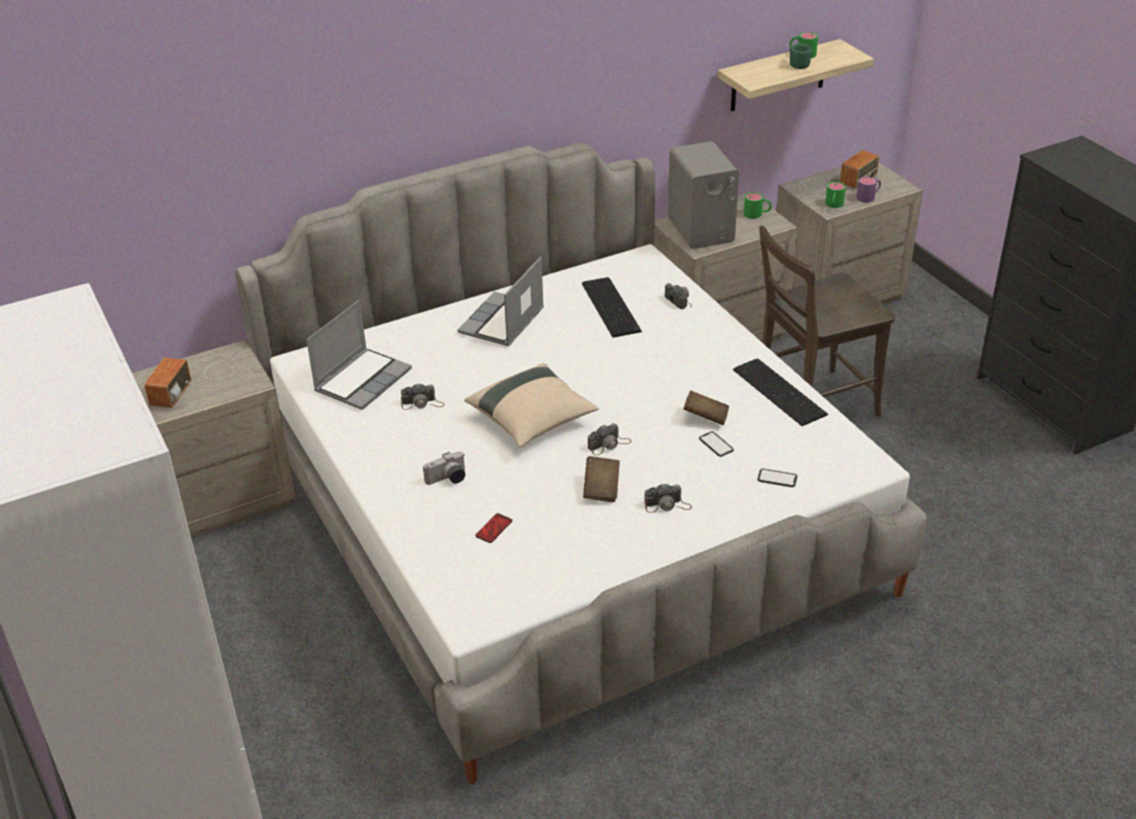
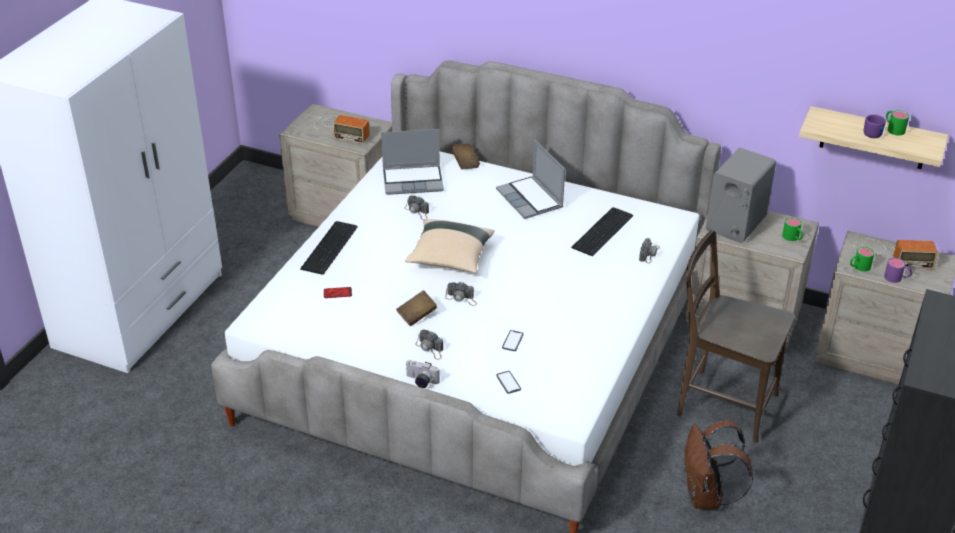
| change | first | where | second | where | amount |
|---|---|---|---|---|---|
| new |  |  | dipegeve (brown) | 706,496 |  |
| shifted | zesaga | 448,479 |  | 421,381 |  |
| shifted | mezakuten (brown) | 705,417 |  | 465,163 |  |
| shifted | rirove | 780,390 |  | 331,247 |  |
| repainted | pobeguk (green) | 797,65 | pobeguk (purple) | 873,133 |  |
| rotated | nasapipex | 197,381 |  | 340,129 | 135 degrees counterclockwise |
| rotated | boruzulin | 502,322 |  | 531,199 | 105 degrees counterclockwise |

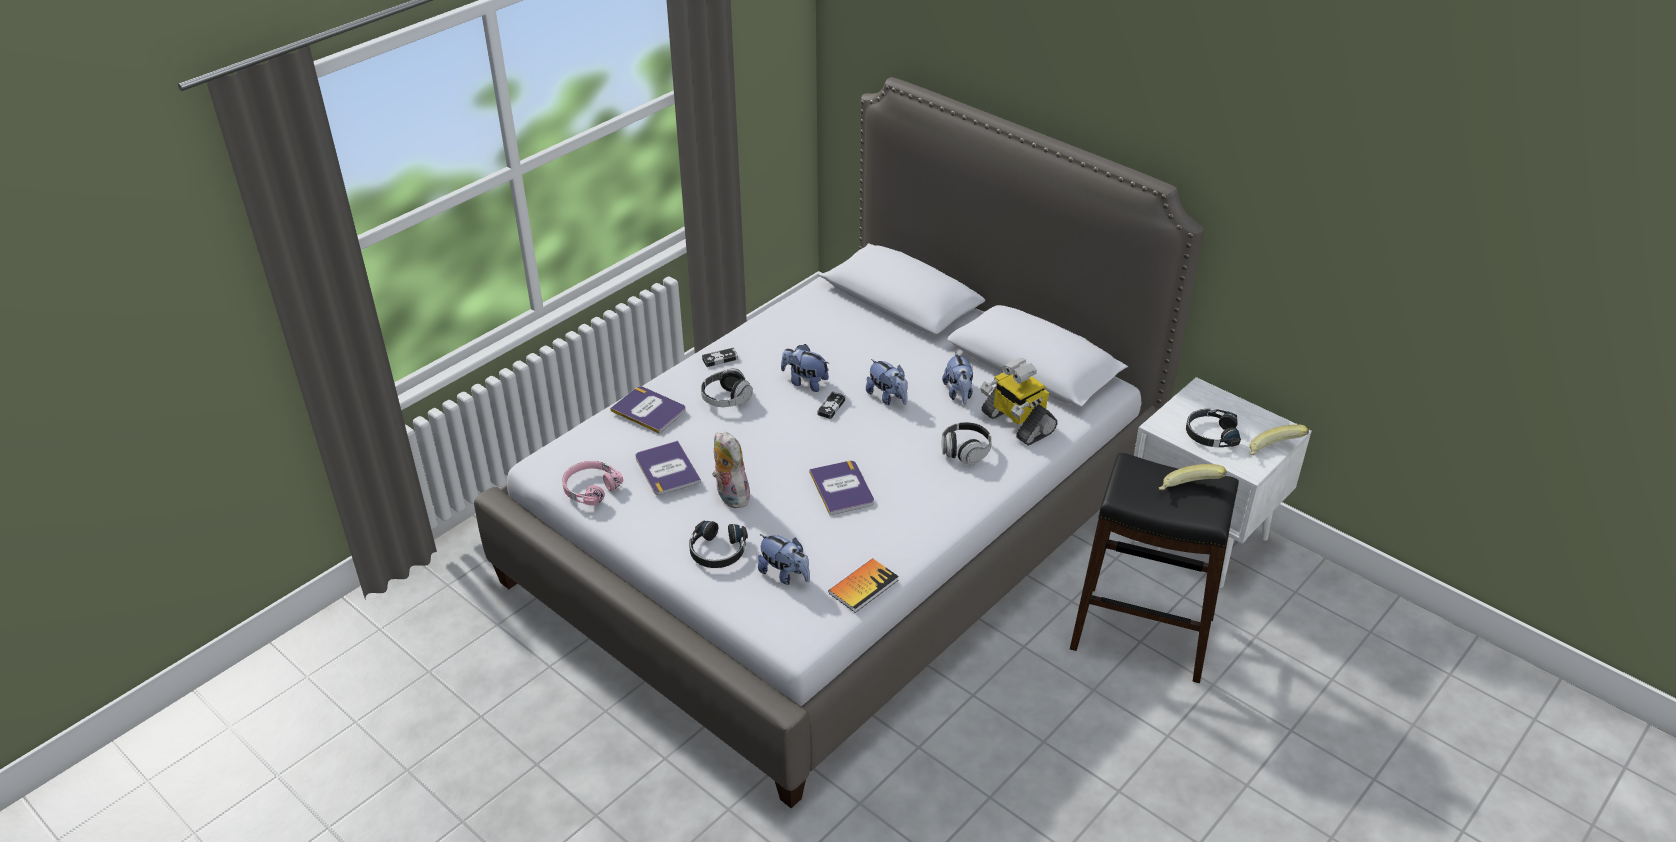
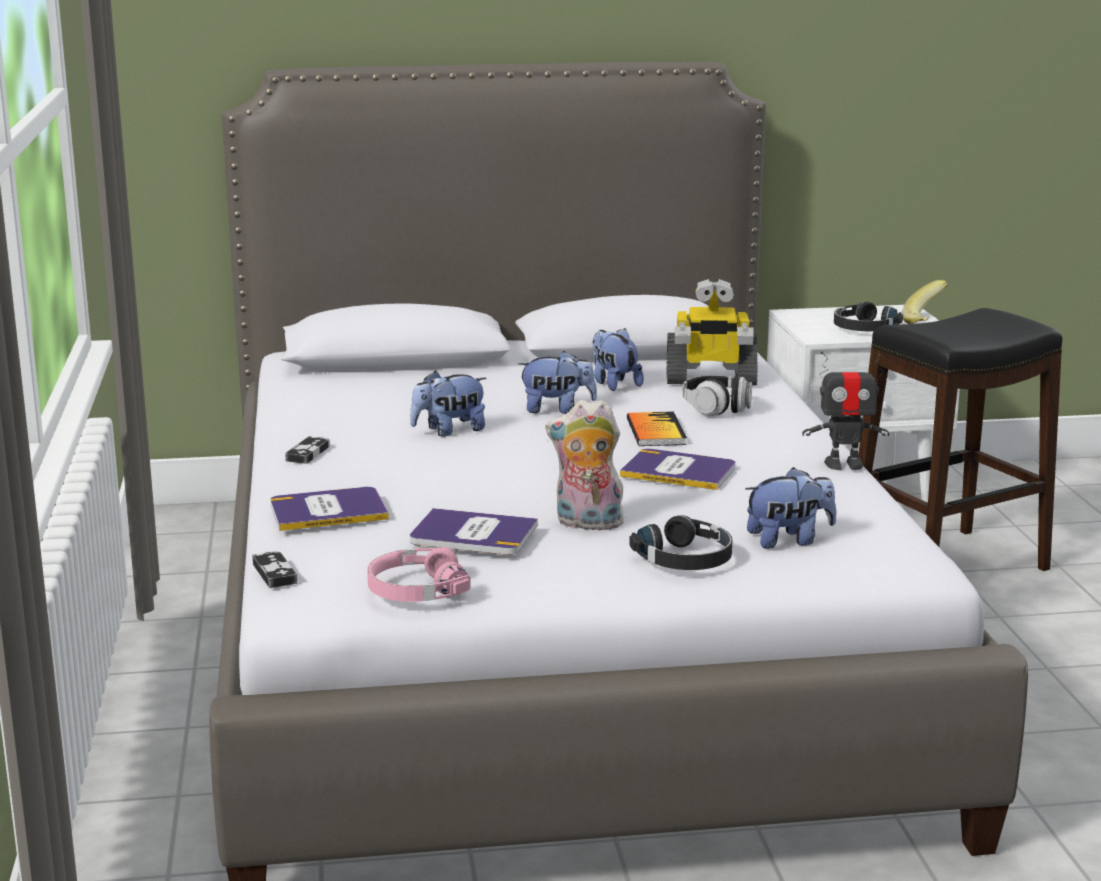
| change | first | where | second | where | amount |
|---|---|---|---|---|---|
| gone | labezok | 726,399 |  |  |  |
| gone | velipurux | 1188,492 |  |  |  |
| new |  |  | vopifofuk | 844,464 |  |
| shifted | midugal | 831,407 |  | 274,573 |  |
| shifted | mezakuten | 863,586 |  | 655,432 |  |
| rotated | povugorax | 959,393 |  | 614,384 | 150 degrees counterclockwise |

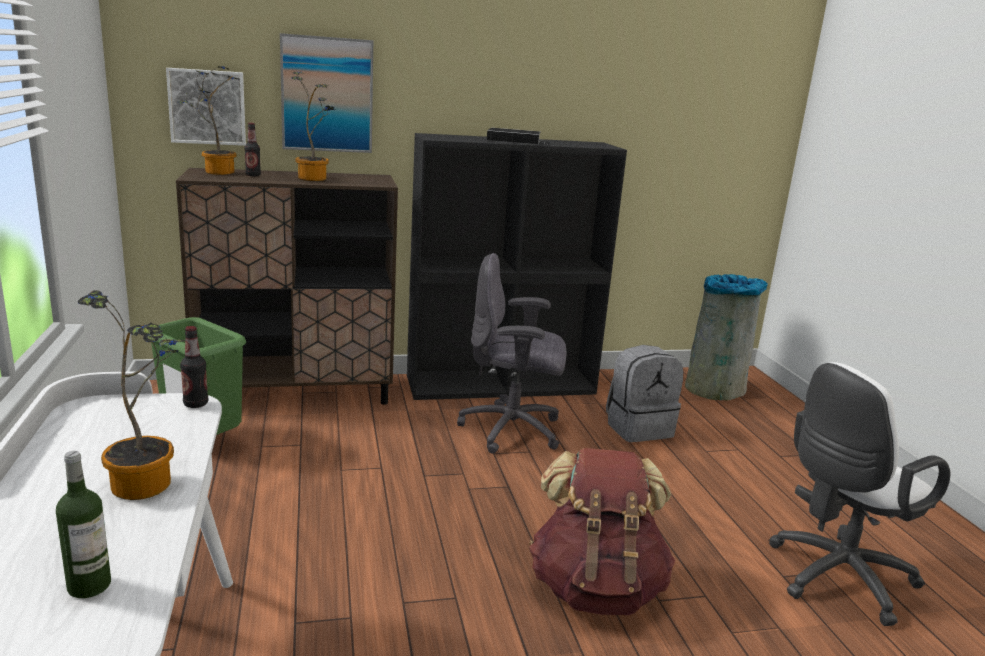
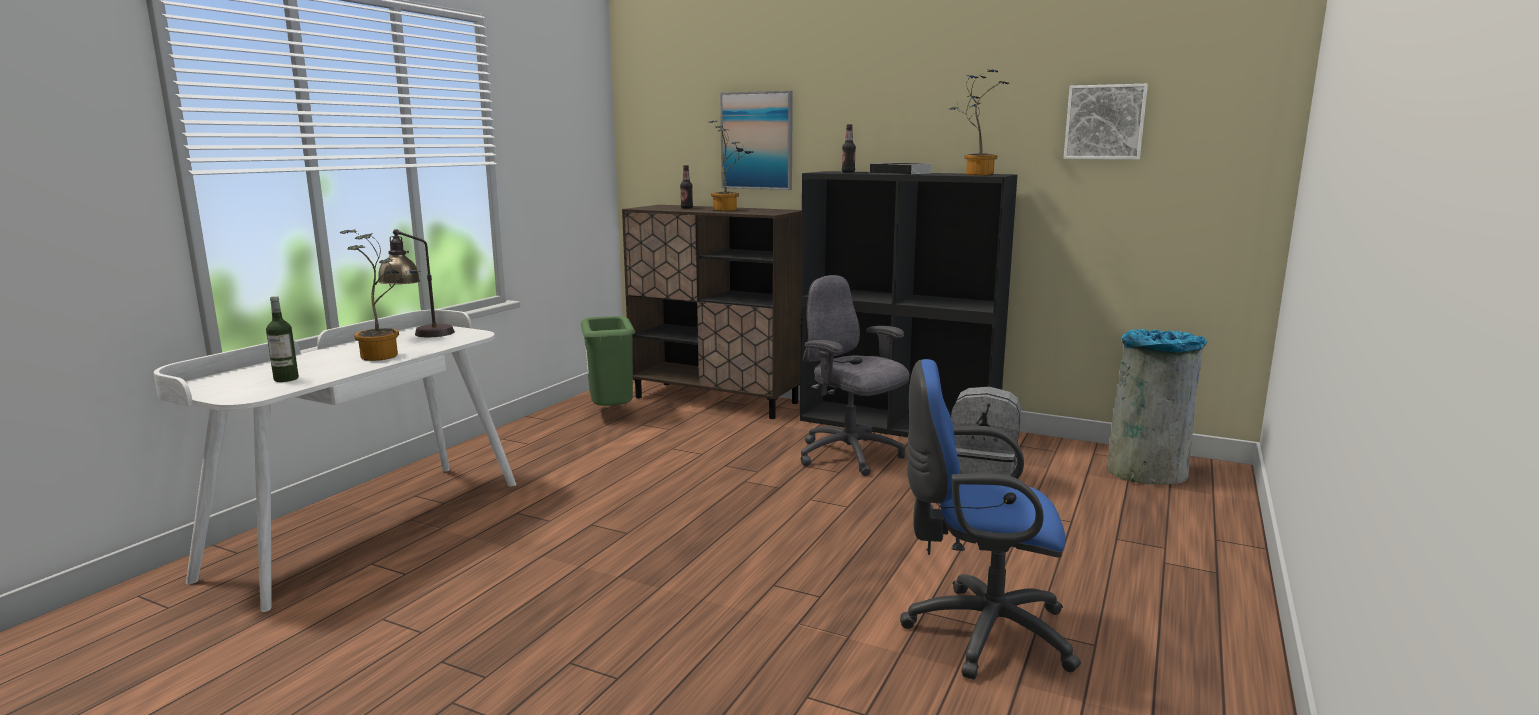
| change | first | where | second | where | amount |
|---|---|---|---|---|---|
| gone | dipegeve (brown) | 596,588 |  |  |  |
| new |  |  | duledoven | 420,335 |  |
| shifted | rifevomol | 207,107 |  | 1105,122 |  |
| shifted | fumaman | 215,172 |  | 975,174 |  |
| shifted | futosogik | 196,404 |  | 848,172 |  |
| repainted | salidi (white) | 834,578 | salidi (blue) | 979,632 |  |

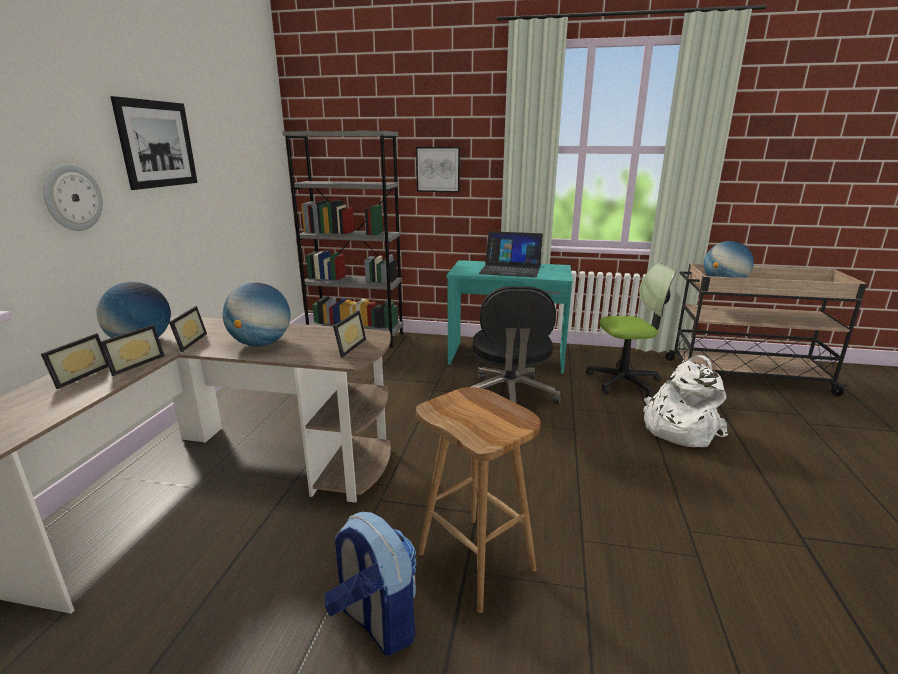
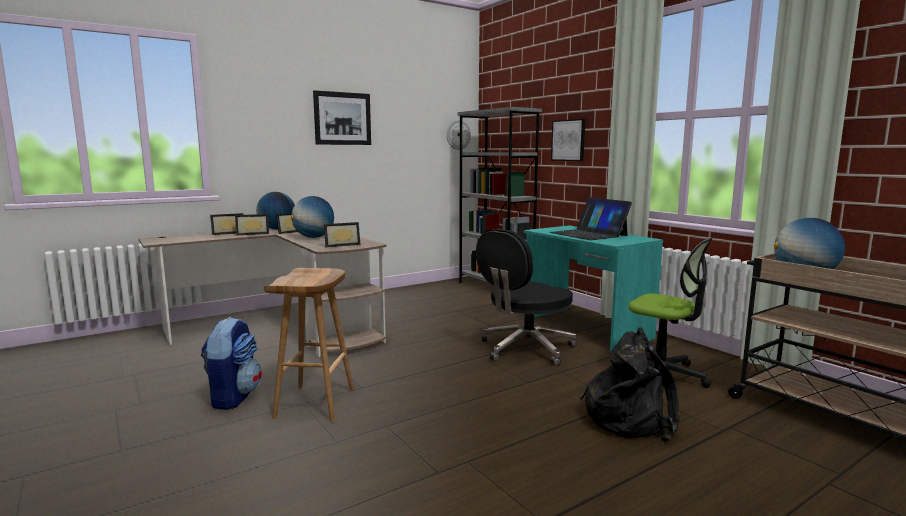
| change | first | where | second | where | amount |
|---|---|---|---|---|---|
| shifted | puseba | 72,198 |  | 458,134 |  |
| repainted | dipegeve (white) | 678,428 | dipegeve (black) | 630,418 |  |

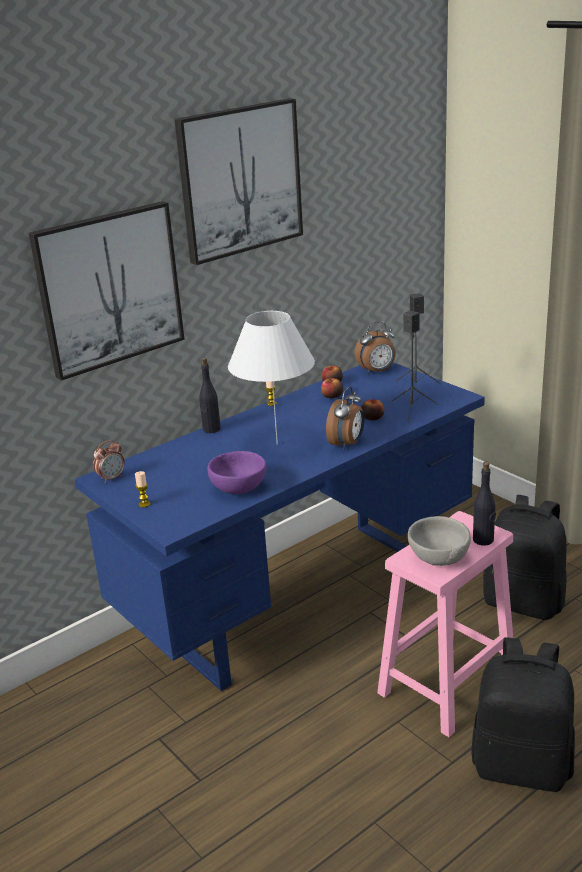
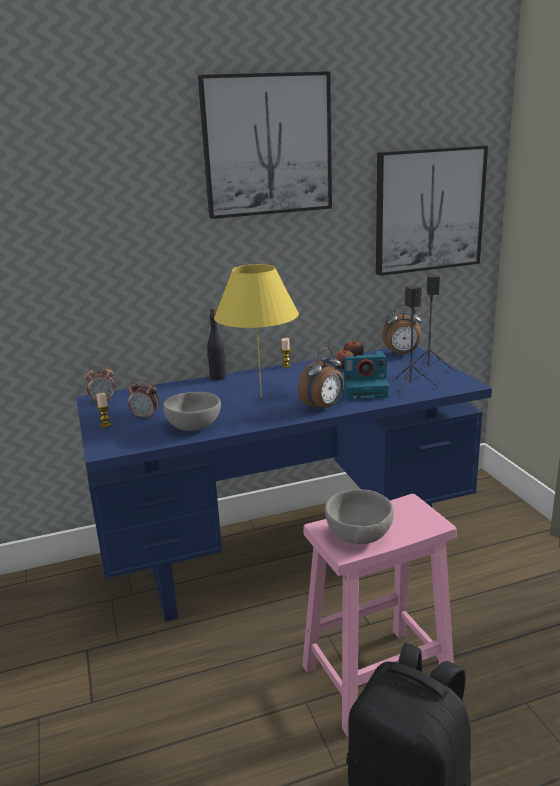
| change | first | where | second | where | amount |
|---|---|---|---|---|---|
| gone | futosogik (black) | 483,540 |  |  |  |
| gone | dipegeve (black) | 524,602 |  |  |  |
| new |  |  | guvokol | 145,417 |  |
| shifted | rifevomol | 109,288 |  | 428,210 |  |
| swapped | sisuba | 372,417 | zesaga | 366,389 |  |
| repainted | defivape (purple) | 237,488 | defivape (grey) | 192,426 |  |
| repainted | duledoven (white) | 277,444 | duledoven (yellow) | 260,397 |  |

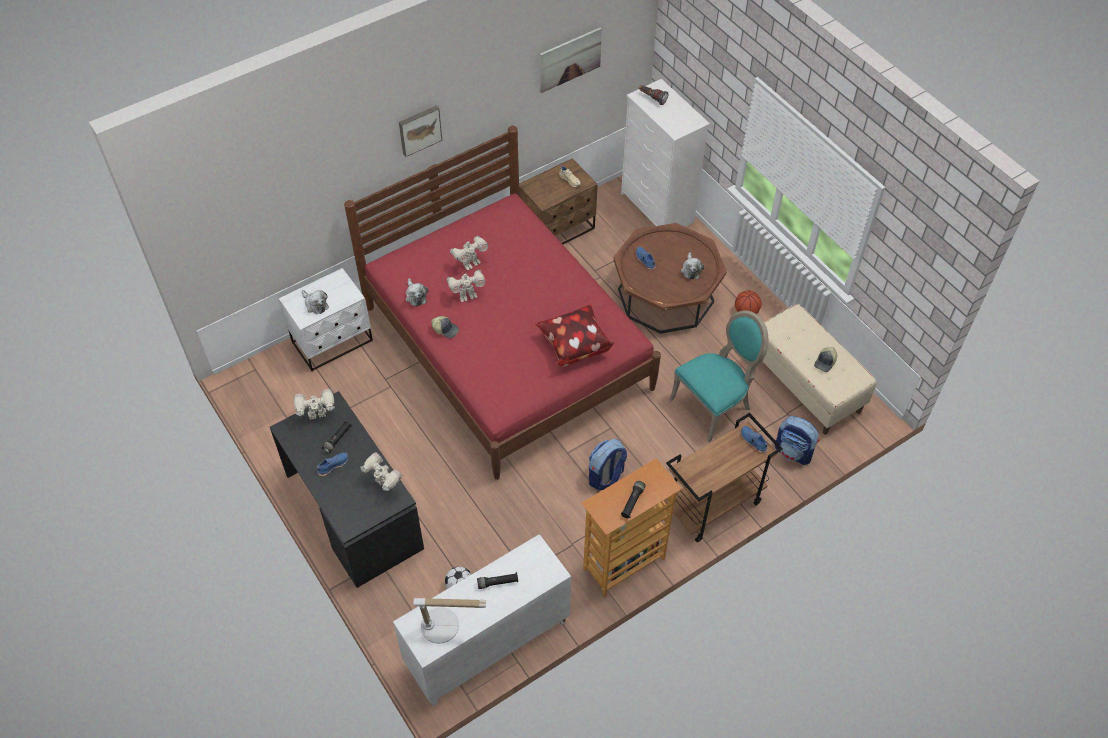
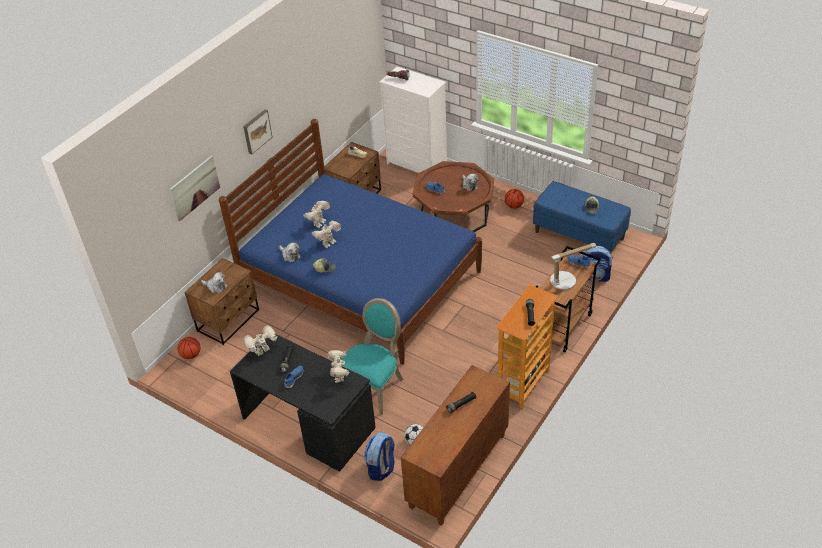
| change | first | where | second | where | amount |
|---|---|---|---|---|---|
| gone | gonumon | 573,345 |  |  |  |
| new |  |  | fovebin | 191,355 |  |
| shifted | duledoven | 445,626 |  | 566,280 |  |
| shifted | rifevomol | 570,59 |  | 194,187 |  |
| shifted | dipegeve | 606,476 |  | 381,468 |  |
| shifted | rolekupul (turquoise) | 714,405 |  | 374,386 |  |
| repainted | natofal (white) | 333,342 | natofal (brown) | 229,320 |  |
| repainted | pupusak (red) | 507,347 | pupusak (blue) | 361,281 |  |
| repainted | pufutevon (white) | 487,646 | pufutevon (brown) | 458,471 |  |
| repainted | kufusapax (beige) | 806,385 | kufusapax (blue) | 579,235 |  |
| rotated | vopifofuk | 384,484 |  | 339,376 | 120 degrees counterclockwise |

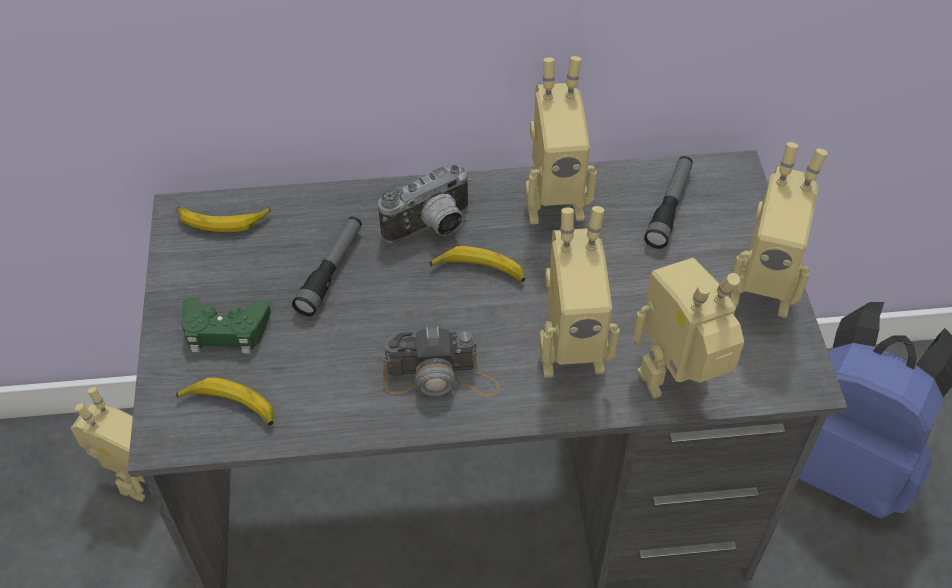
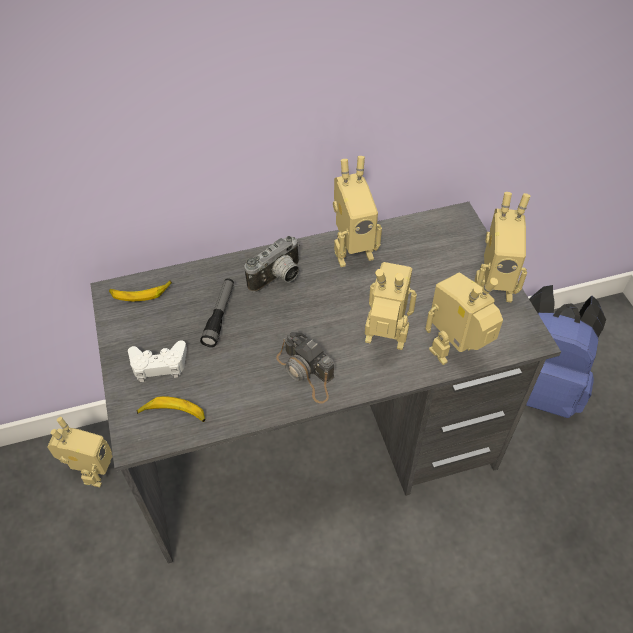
| change | first | where | second | where | amount |
|---|---|---|---|---|---|
| gone | velipurux | 479,271 |  |  |  |
| gone | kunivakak | 669,207 |  |  |  |
| repainted | midugal (green) | 225,330 | midugal (white) | 159,364 |  |
| rotated | zesaga | 441,377 |  | 306,372 | 60 degrees clockwise |
| rotated | vopifofuk | 570,350 |  | 384,343 | 150 degrees counterclockwise |

